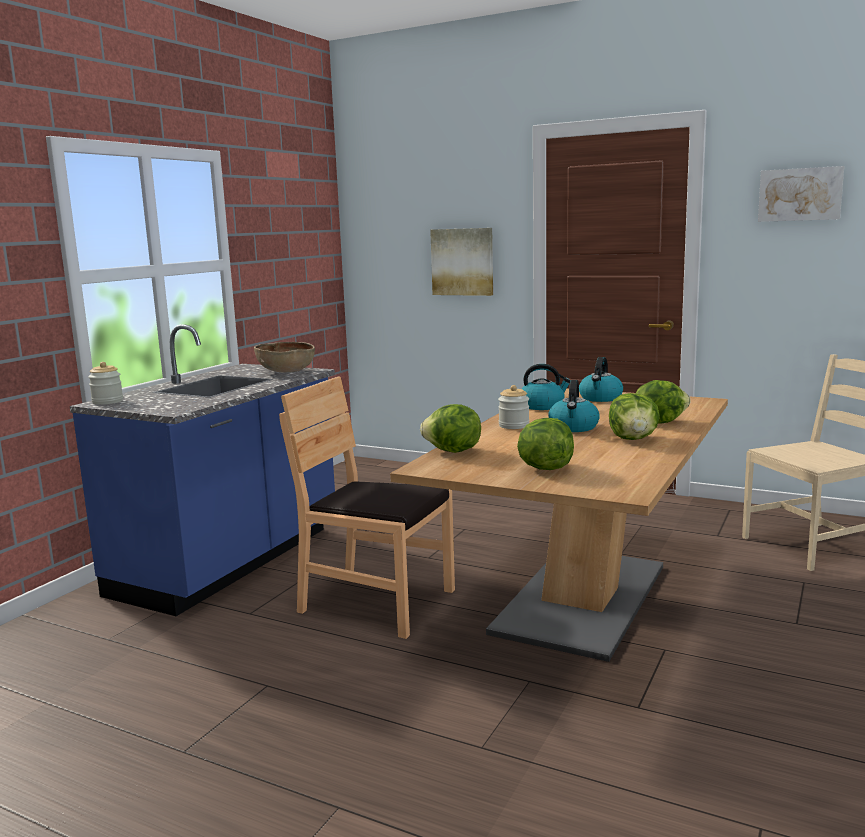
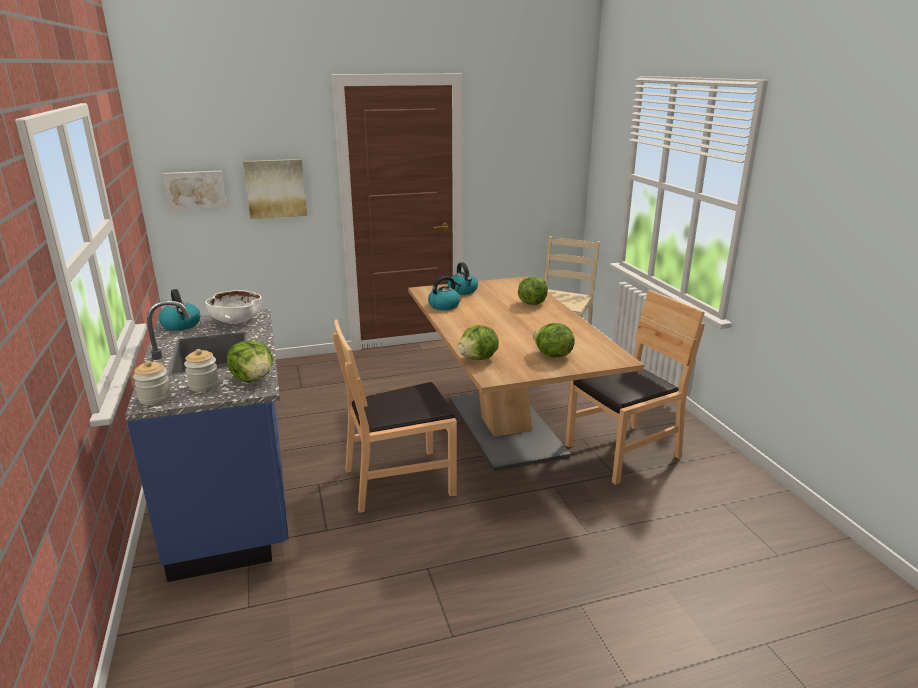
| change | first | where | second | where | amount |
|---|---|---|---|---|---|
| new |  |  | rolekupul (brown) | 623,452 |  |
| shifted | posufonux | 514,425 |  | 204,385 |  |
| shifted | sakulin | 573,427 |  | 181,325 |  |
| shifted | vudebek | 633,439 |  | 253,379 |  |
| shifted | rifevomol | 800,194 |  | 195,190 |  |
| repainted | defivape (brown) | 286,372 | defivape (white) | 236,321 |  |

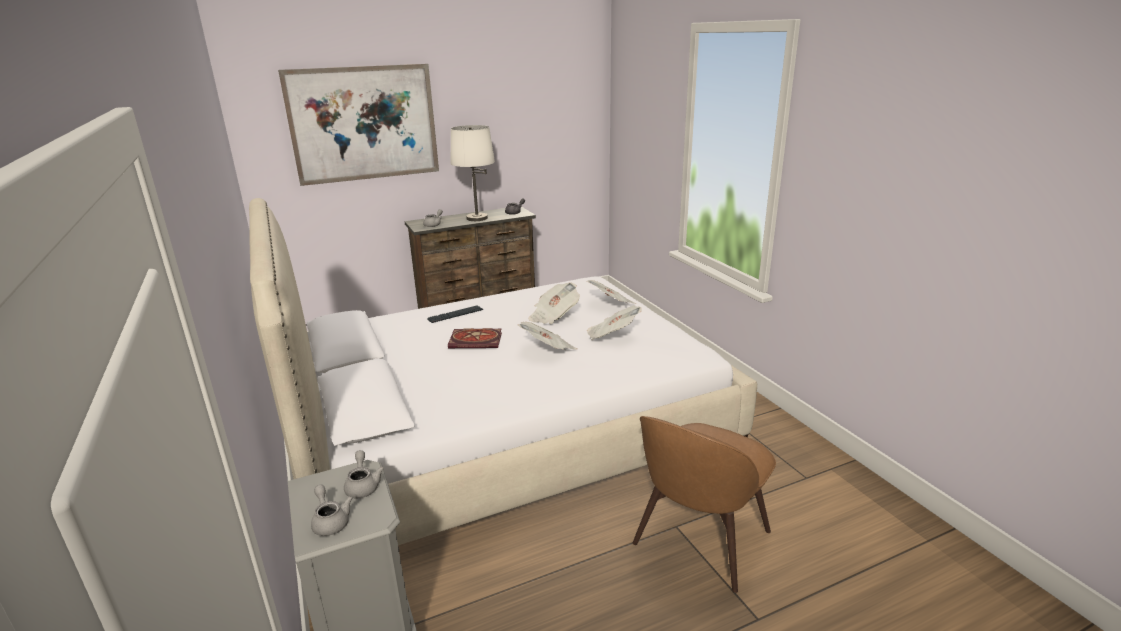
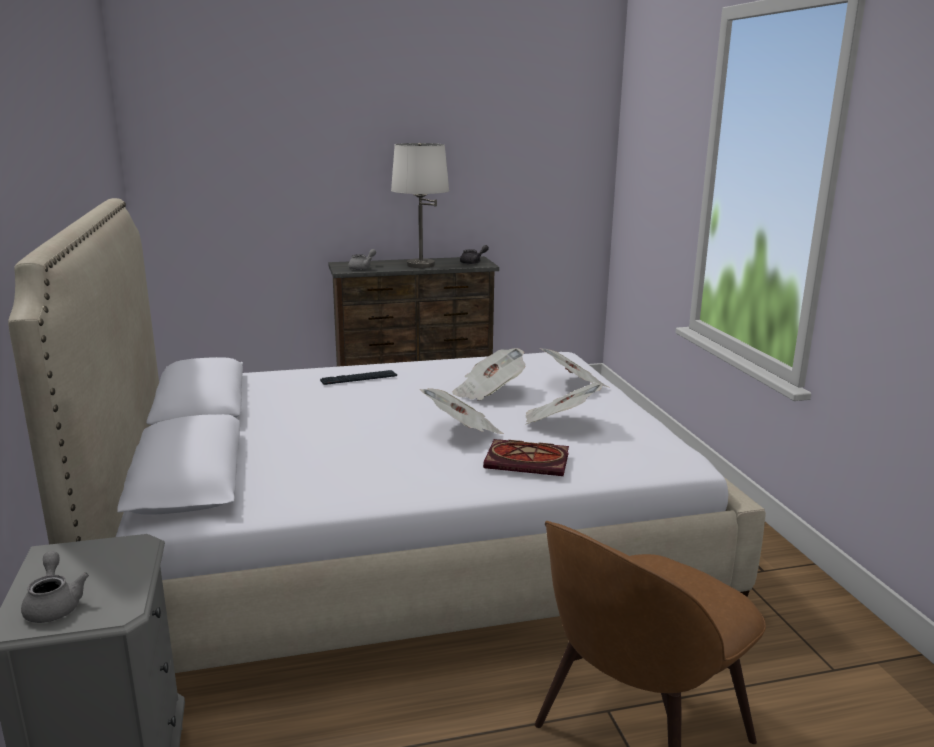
| change | first | where | second | where | amount |
|---|---|---|---|---|---|
| gone | rifevomol | 364,124 |  |  |  |
| gone | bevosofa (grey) | 363,485 |  |  |  |
| shifted | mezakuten | 477,340 |  | 529,461 |  |

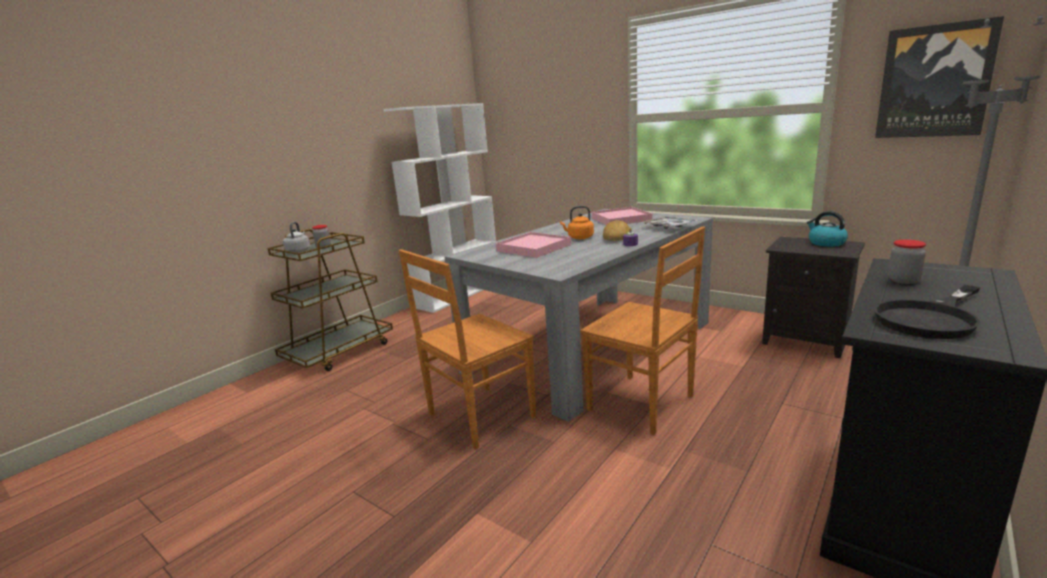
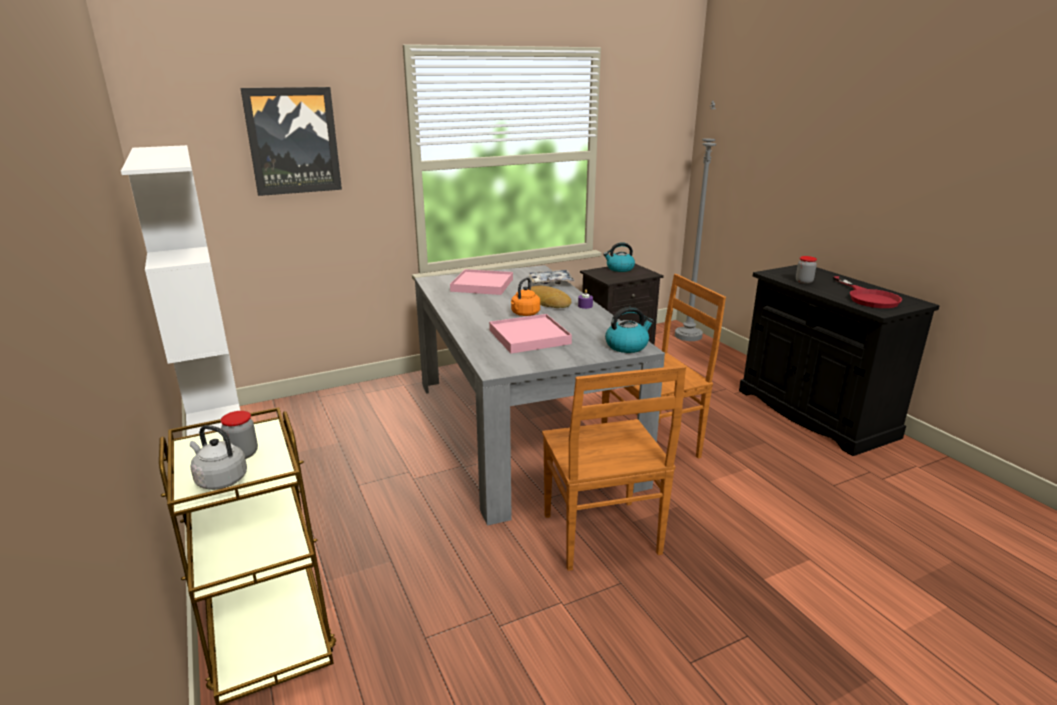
| change | first | where | second | where | amount |
|---|---|---|---|---|---|
| new |  |  | sakulin | 627,346 |  |
| shifted | rifevomol | 934,82 |  | 293,141 |  |
| repainted | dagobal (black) | 930,318 | dagobal (red) | 868,298 |  |

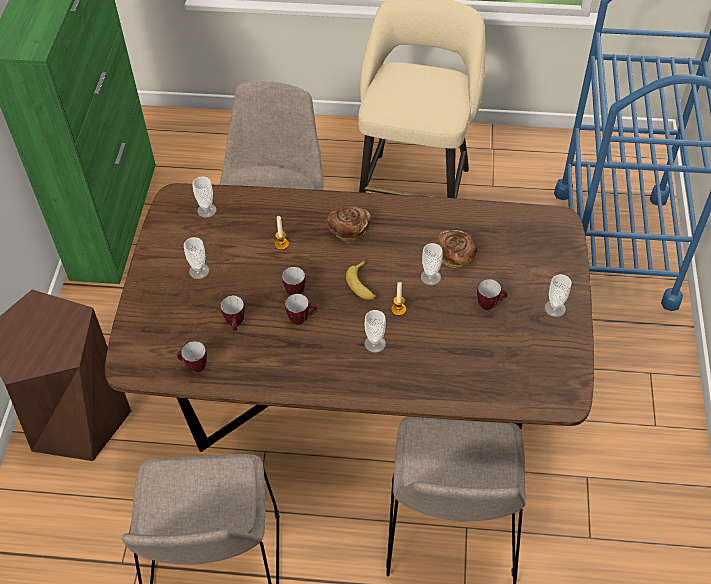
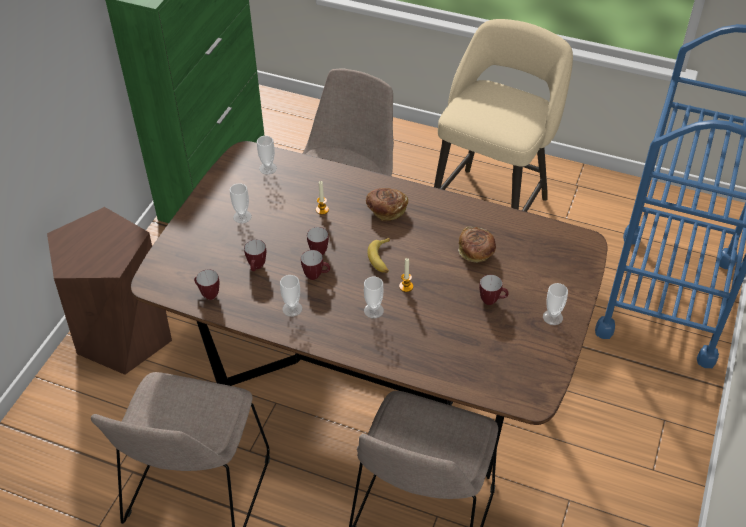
| change | first | where | second | where | amount |
|---|---|---|---|---|---|
| shifted | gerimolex | 430,277 |  | 292,309 |  |

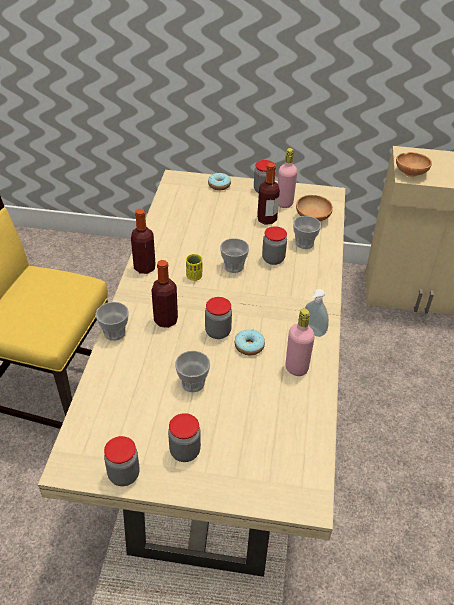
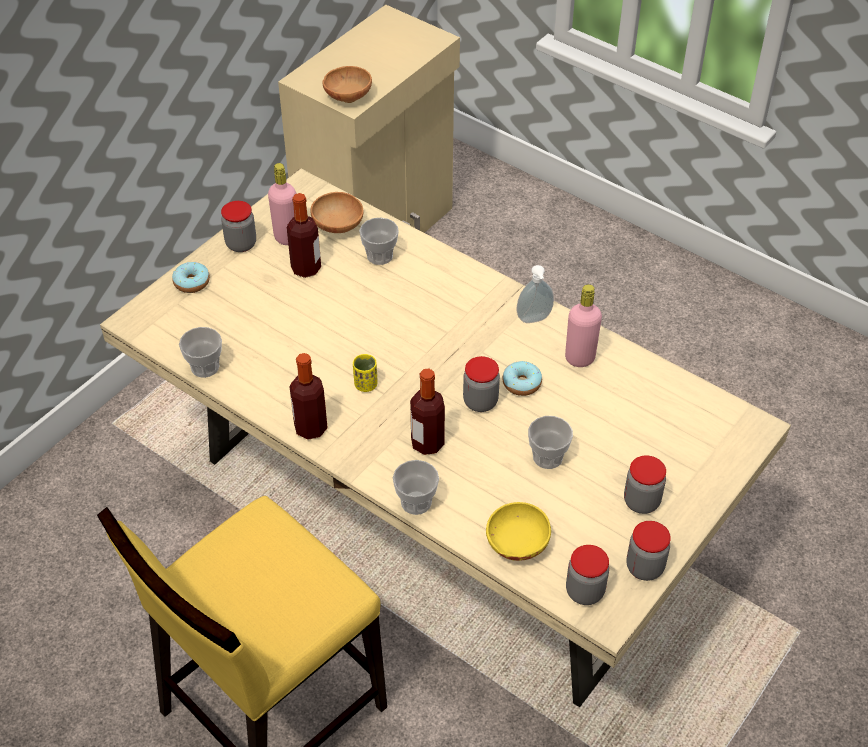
| change | first | where | second | where | amount |
|---|---|---|---|---|---|
| new |  |  | defivape (yellow) | 516,544 |  |
| shifted | gerimolex | 233,266 |  | 205,367 |  |
| shifted | posufonux | 273,259 |  | 585,591 |  |

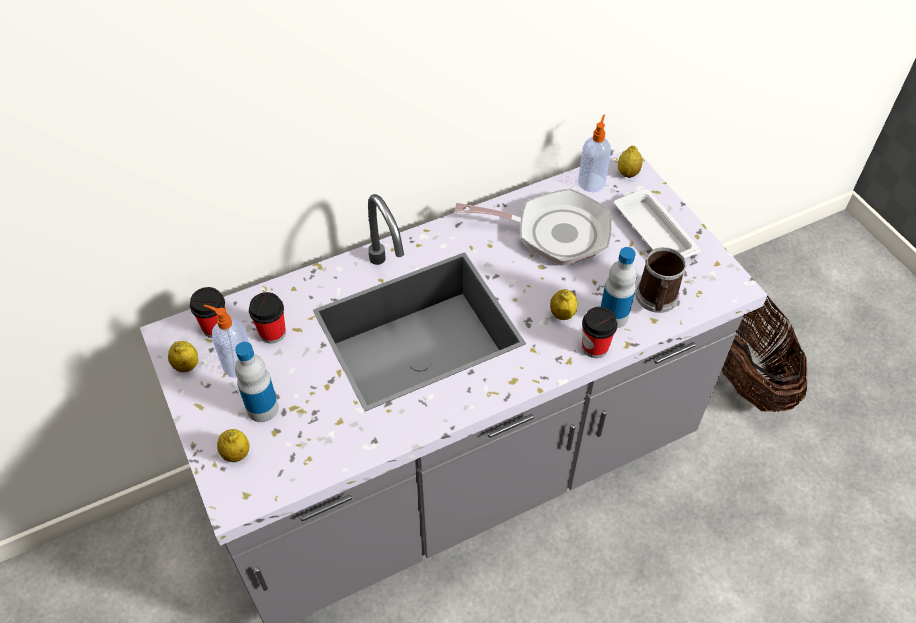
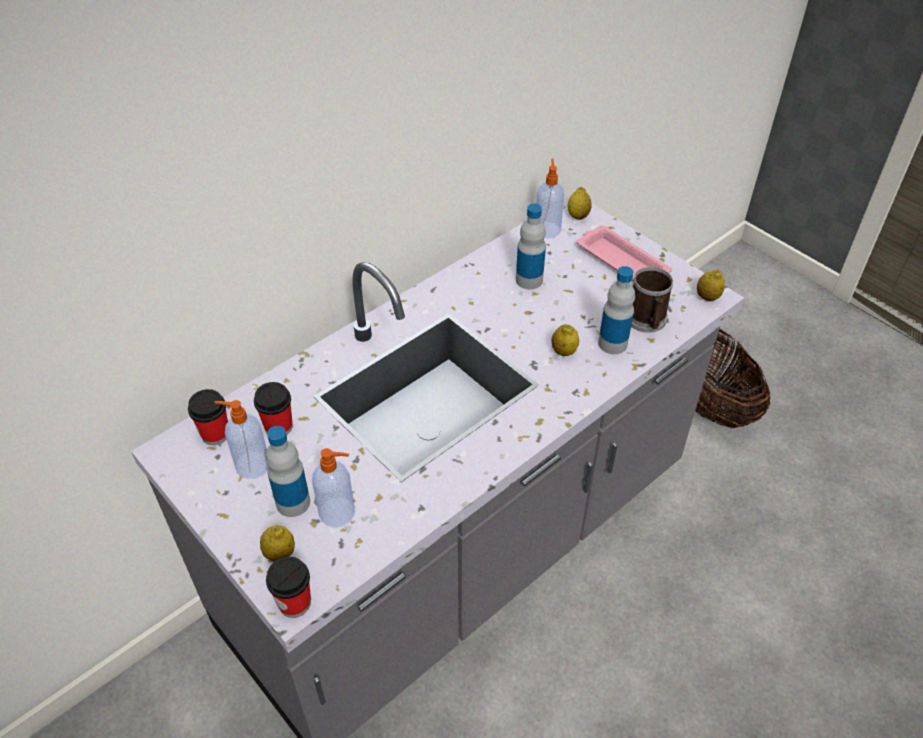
| change | first | where | second | where | amount |
|---|---|---|---|---|---|
| new |  |  | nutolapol | 338,513 |  |
| shifted | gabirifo | 186,366 |  | 707,297 |  |
| shifted | gerimolex | 595,347 |  | 294,603 |  |
| swapped | dagobal | 554,233 | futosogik | 529,280 |  |
| repainted | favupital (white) | 653,230 | favupital (pink) | 620,261 |  |

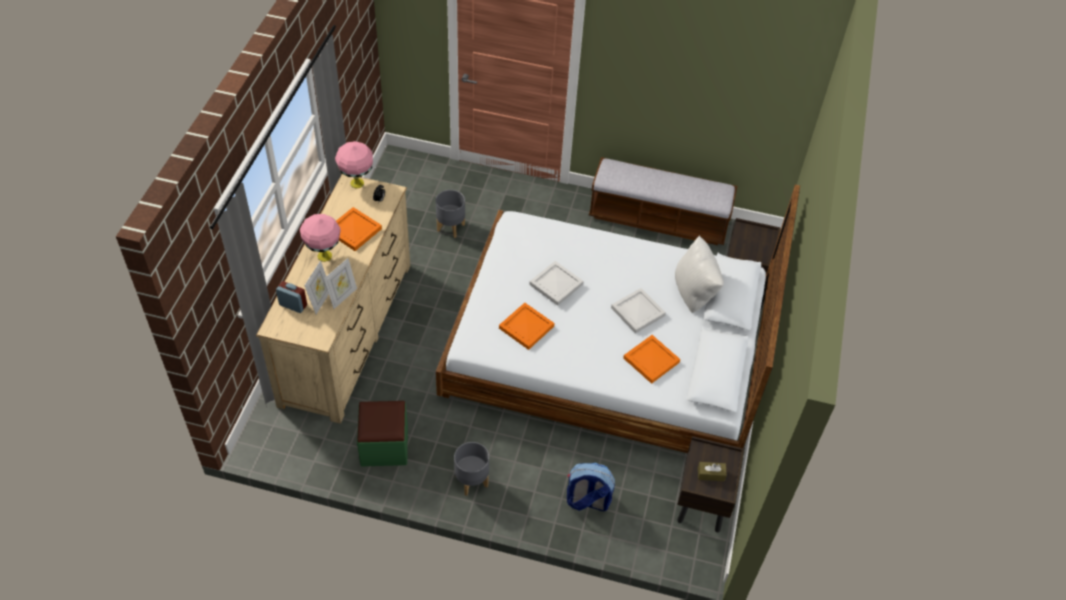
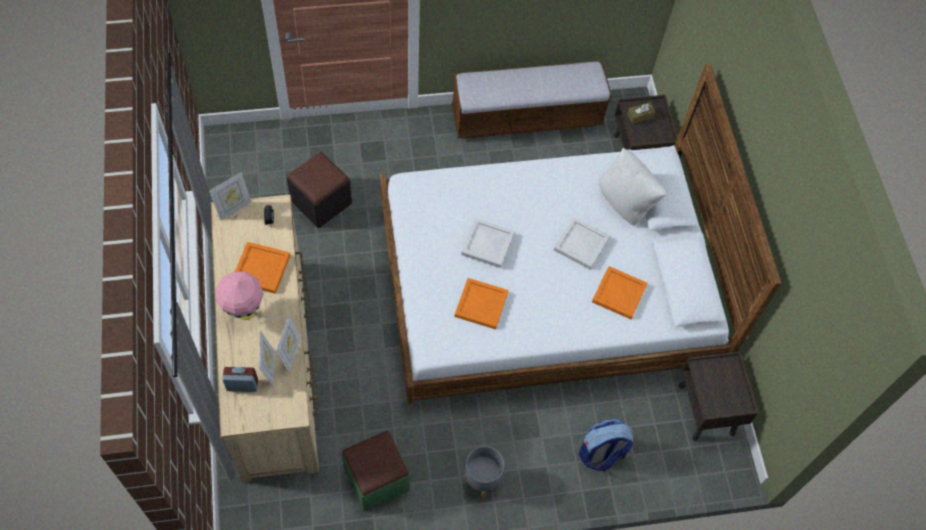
| change | first | where | second | where | amount |
|---|---|---|---|---|---|
| shifted | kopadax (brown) | 711,474 |  | 640,116 |  |
| swapped | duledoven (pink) | 357,182 | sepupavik | 234,208 |  |
| swapped | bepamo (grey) | 450,227 | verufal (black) | 321,202 |  |

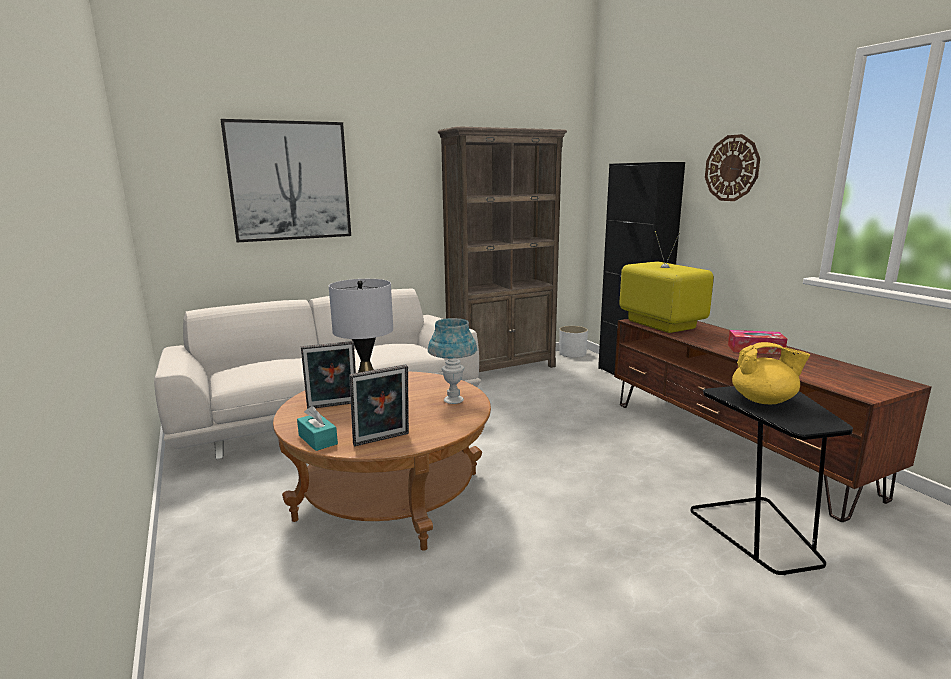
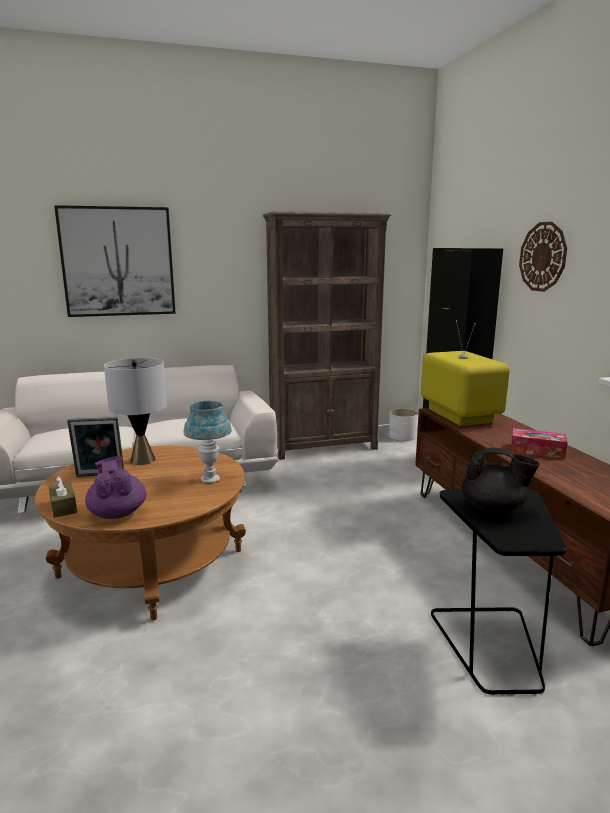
| change | first | where | second | where | amount |
|---|---|---|---|---|---|
| swapped | sepupavik | 382,440 | bevosofa (purple) | 117,513 |  |
| repainted | kopadax (turquoise) | 318,440 | kopadax (brown) | 63,507 |  |
| repainted | bevosofa (yellow) | 764,400 | bevosofa (black) | 494,509 |  |

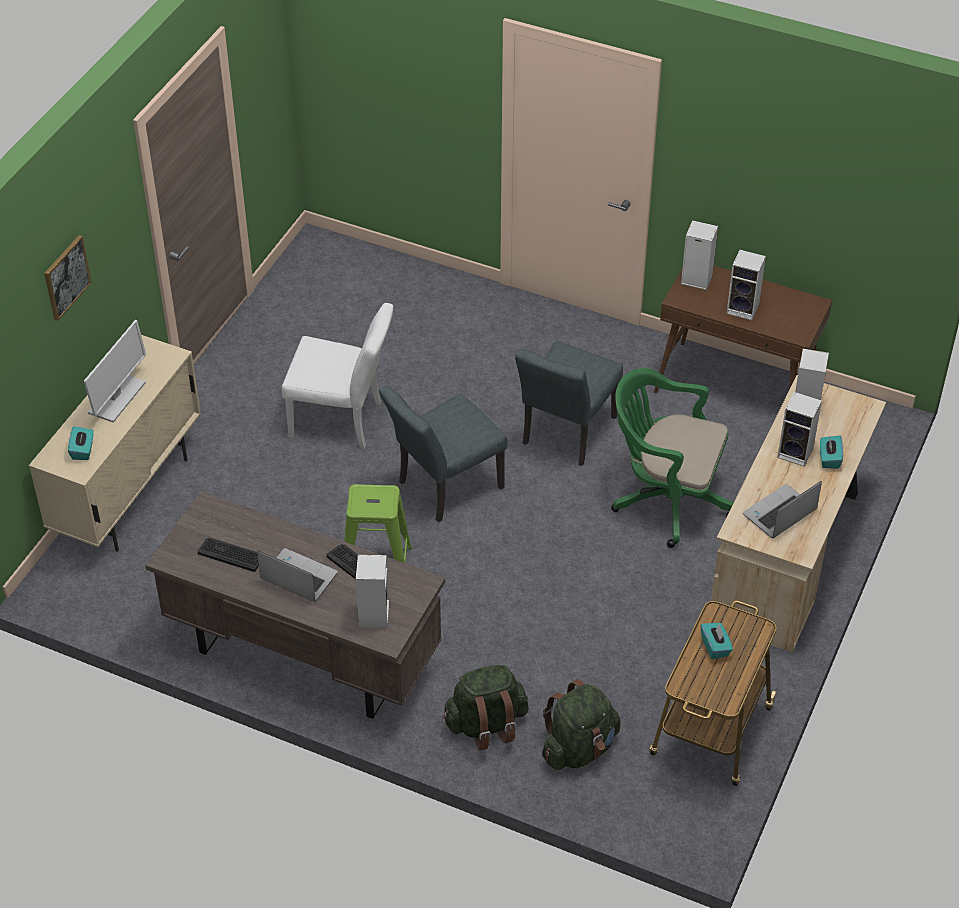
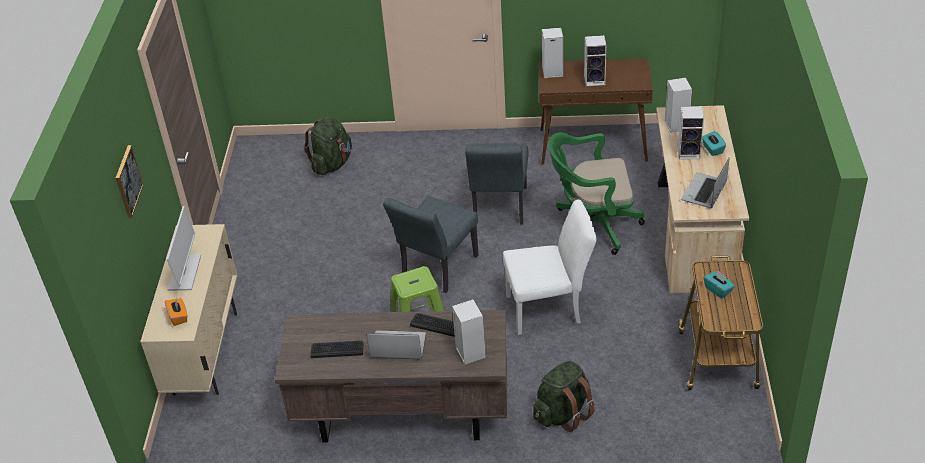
| change | first | where | second | where | amount |
|---|---|---|---|---|---|
| shifted | rolekupul (white) | 343,421 |  | 549,308 |  |
| shifted | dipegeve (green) | 579,748 |  | 332,164 |  |
| repainted | kopadax (turquoise) | 83,450 | kopadax (orange) | 178,317 |  |

